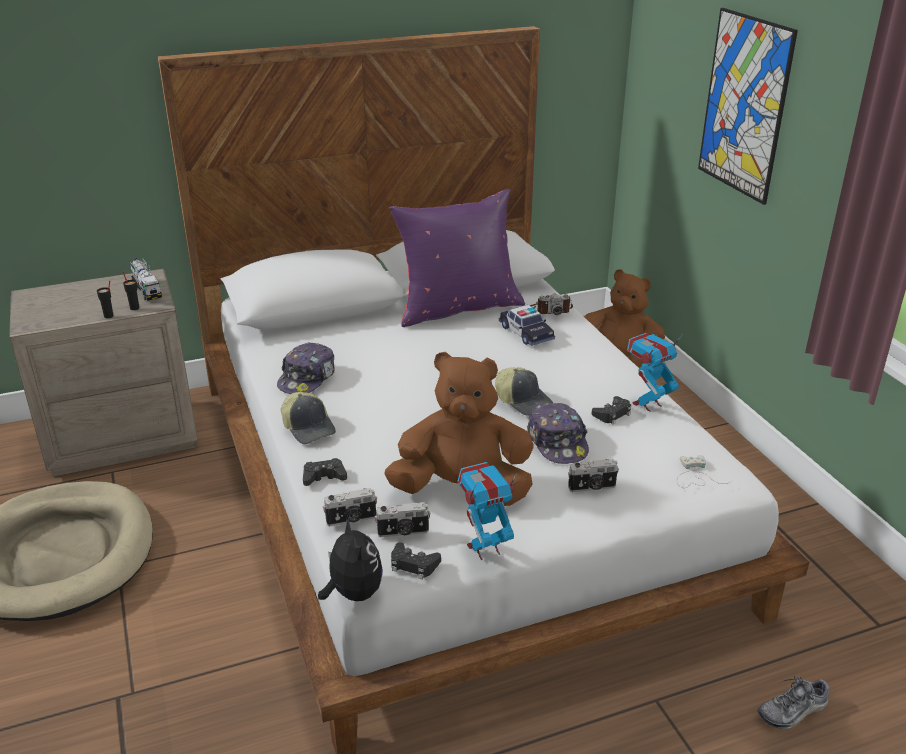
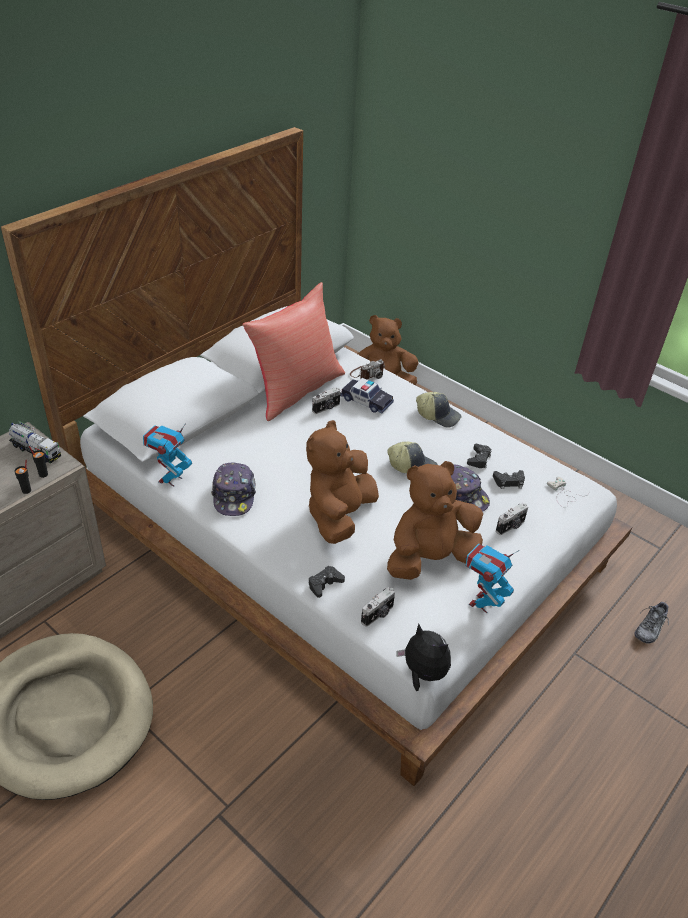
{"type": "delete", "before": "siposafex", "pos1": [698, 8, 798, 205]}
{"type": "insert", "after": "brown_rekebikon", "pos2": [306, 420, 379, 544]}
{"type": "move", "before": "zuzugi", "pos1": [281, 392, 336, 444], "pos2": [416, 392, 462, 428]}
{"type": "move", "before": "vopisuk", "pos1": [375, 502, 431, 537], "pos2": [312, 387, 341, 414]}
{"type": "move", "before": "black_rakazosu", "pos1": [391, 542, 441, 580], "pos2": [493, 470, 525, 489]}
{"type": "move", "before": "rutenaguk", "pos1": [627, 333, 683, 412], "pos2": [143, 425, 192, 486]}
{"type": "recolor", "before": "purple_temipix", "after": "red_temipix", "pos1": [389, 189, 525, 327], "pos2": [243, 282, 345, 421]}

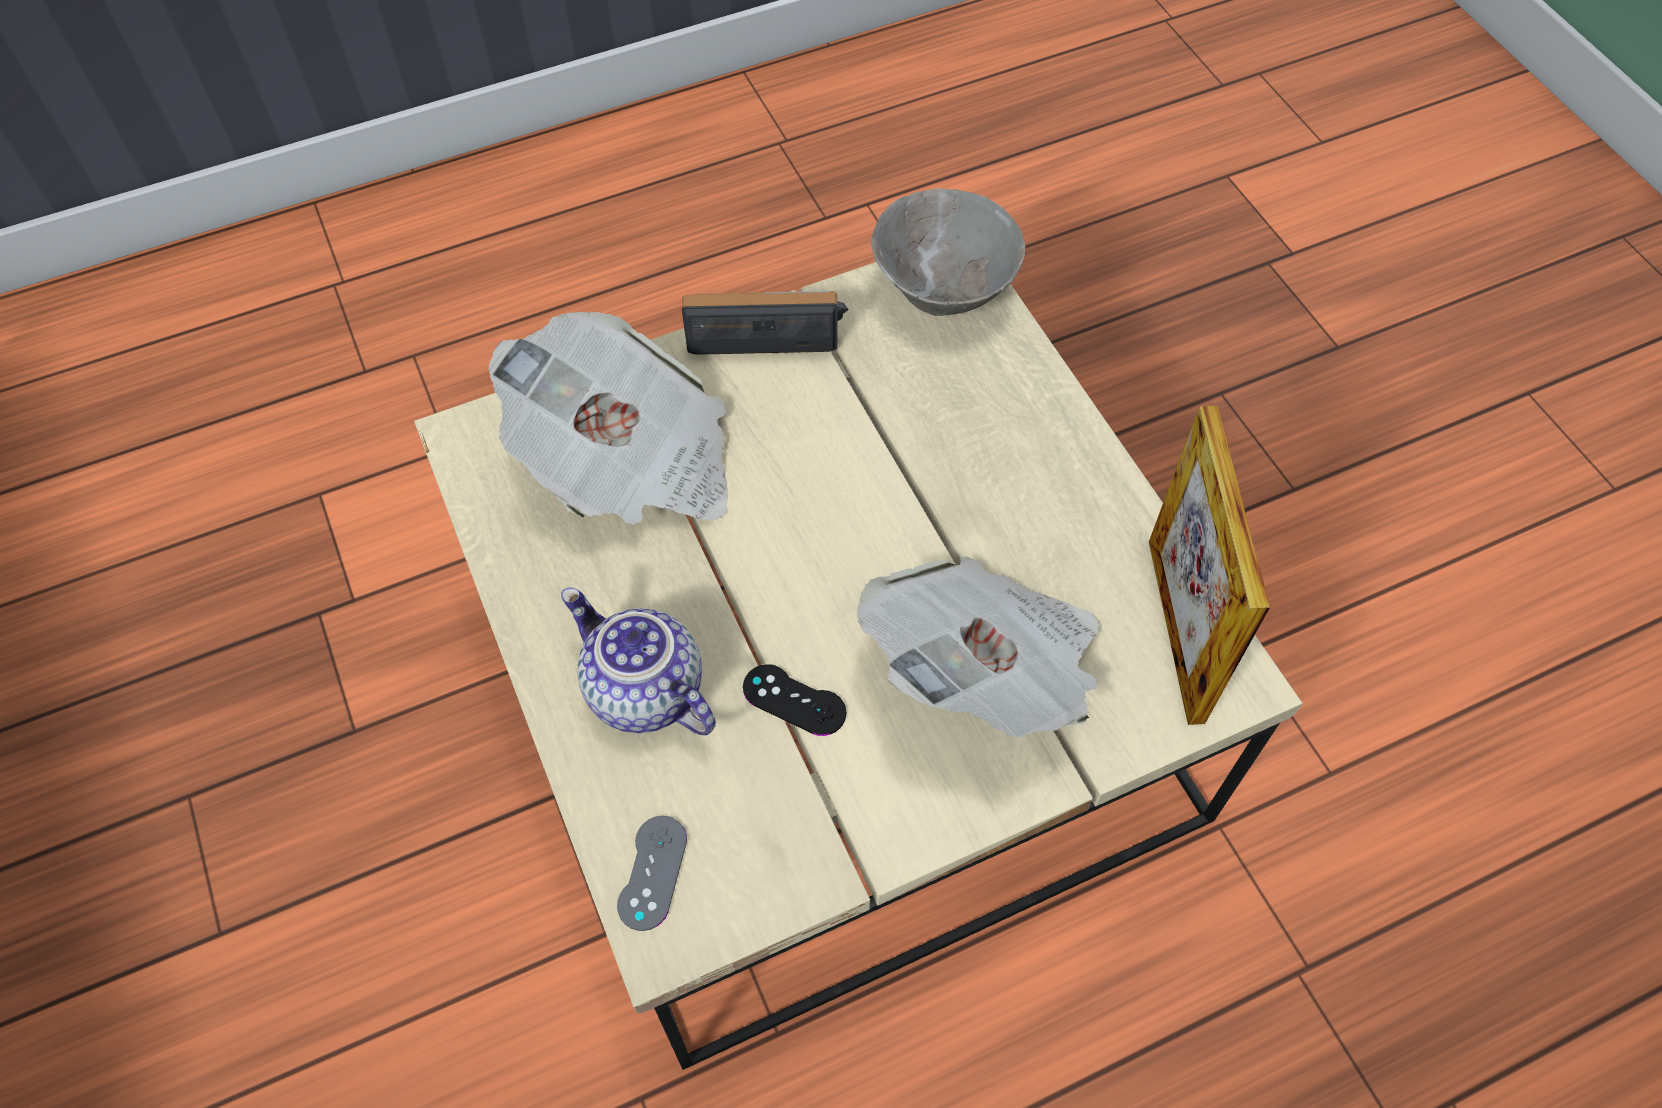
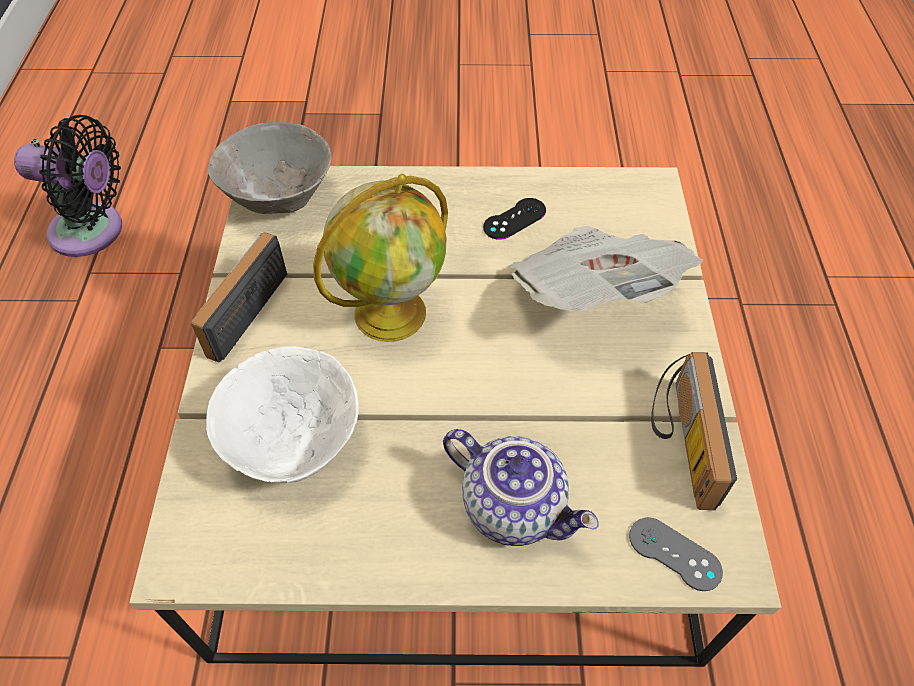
{"type": "delete", "before": "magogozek", "pos1": [1149, 405, 1270, 725]}
{"type": "insert", "after": "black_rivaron", "pos2": [14, 115, 122, 257]}
{"type": "insert", "after": "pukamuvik", "pos2": [313, 174, 448, 342]}
{"type": "insert", "after": "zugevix", "pos2": [651, 352, 737, 510]}
{"type": "move", "before": "black_rakazosu", "pos1": [743, 664, 846, 736], "pos2": [483, 198, 546, 240]}
{"type": "replace", "before": "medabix", "after": "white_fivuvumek", "pos1": [489, 312, 728, 525], "pos2": [206, 346, 359, 483]}
{"type": "rotate", "before": "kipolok", "pos1": [561, 588, 716, 735], "pos2": [443, 429, 599, 546], "turn": -120}

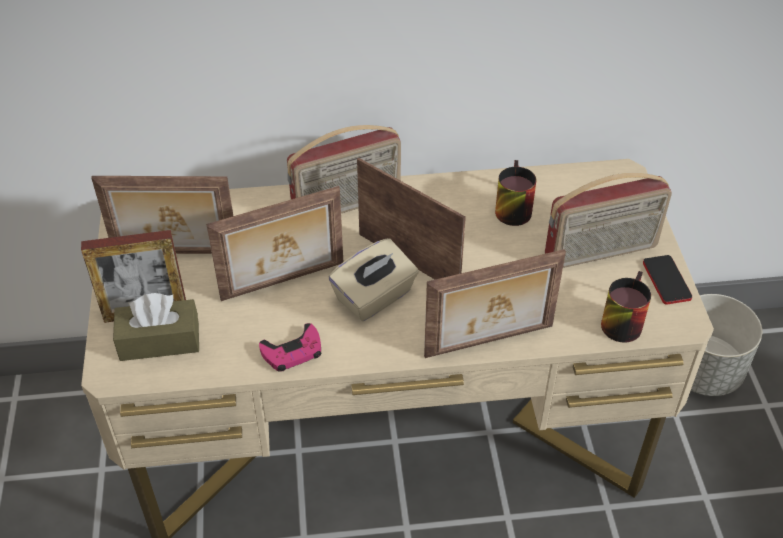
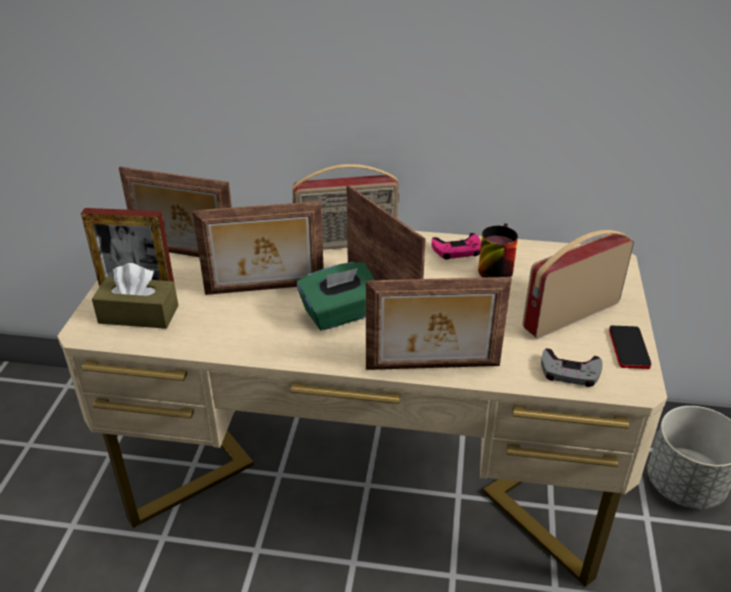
{"type": "move", "before": "pink_rakazosu", "pos1": [259, 323, 321, 372], "pos2": [432, 233, 481, 260]}
{"type": "replace", "before": "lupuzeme", "after": "grey_rakazosu", "pos1": [601, 271, 651, 343], "pos2": [541, 348, 603, 387]}
{"type": "recolor", "before": "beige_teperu", "after": "green_teperu", "pos1": [329, 238, 419, 321], "pos2": [297, 262, 375, 330]}
{"type": "rotate", "before": "zugevix", "pos1": [545, 173, 672, 268], "pos2": [522, 230, 634, 339], "turn": 150}

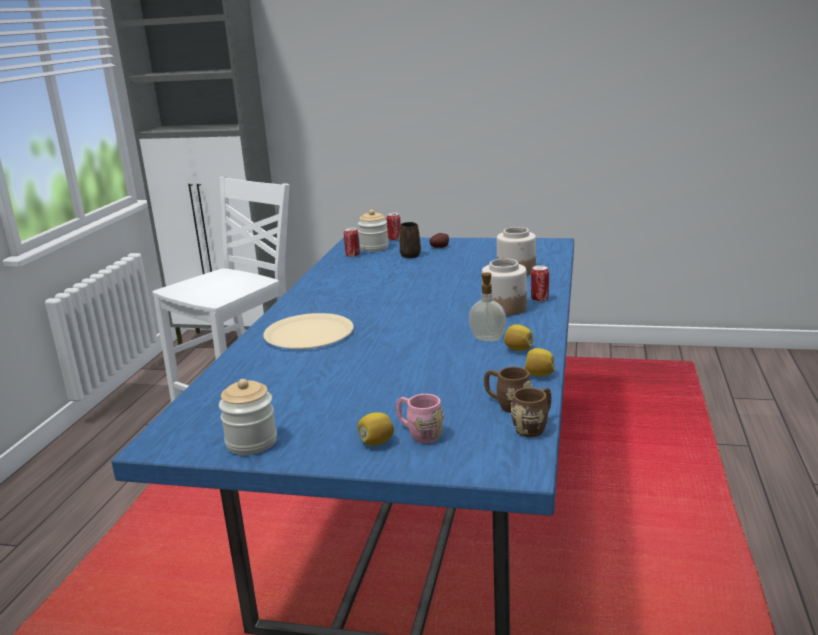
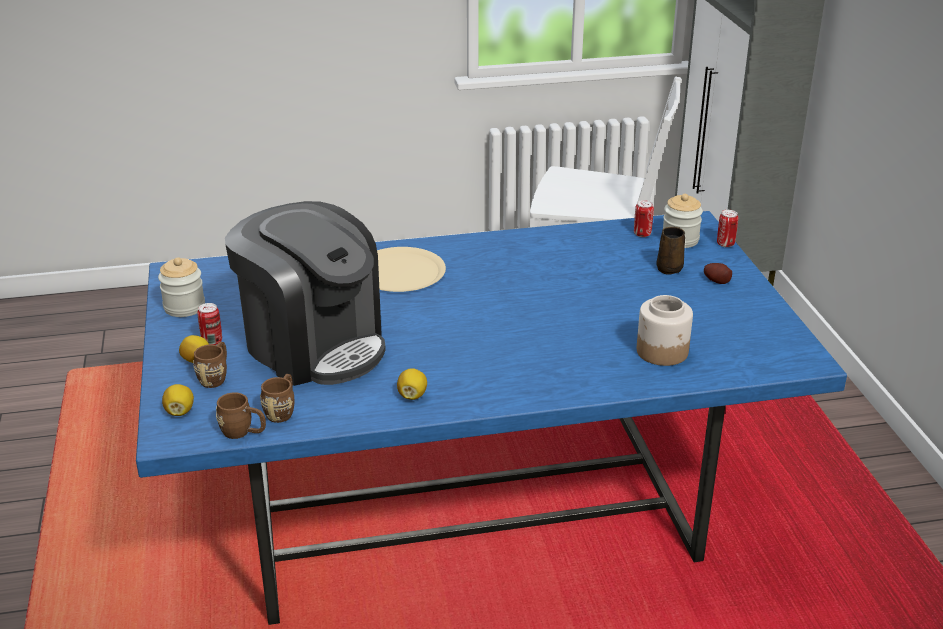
{"type": "delete", "before": "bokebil", "pos1": [469, 272, 506, 341]}
{"type": "delete", "before": "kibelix", "pos1": [482, 259, 527, 316]}
{"type": "insert", "after": "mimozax", "pos2": [225, 201, 386, 386]}
{"type": "move", "before": "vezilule", "pos1": [525, 348, 555, 376], "pos2": [162, 384, 194, 416]}
{"type": "move", "before": "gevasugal", "pos1": [531, 265, 549, 302], "pos2": [197, 303, 222, 345]}
{"type": "recolor", "before": "pink_lupuzeme", "after": "brown_lupuzeme", "pos1": [396, 394, 444, 443], "pos2": [193, 342, 227, 388]}

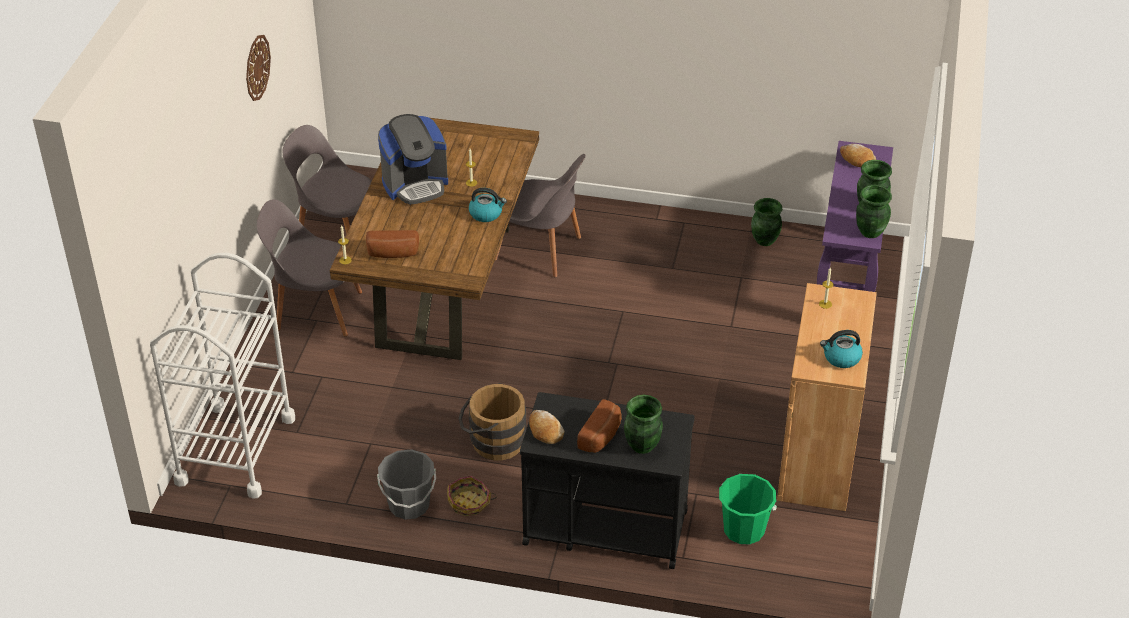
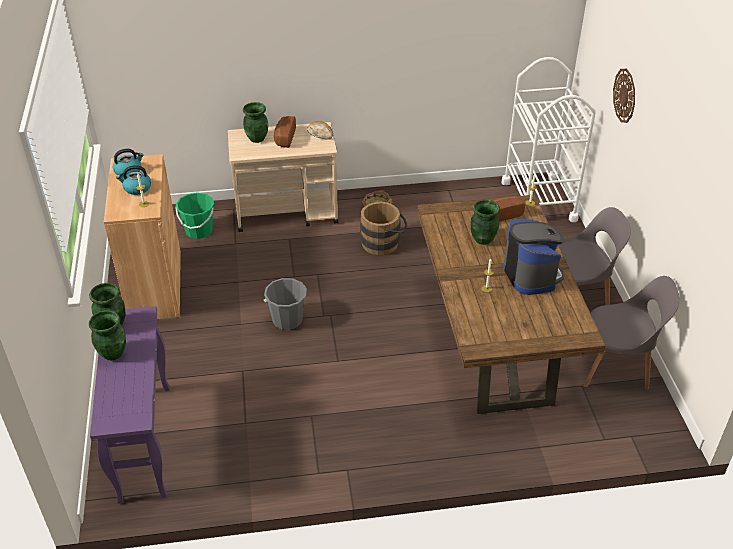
{"type": "delete", "before": "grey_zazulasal", "pos1": [495, 154, 586, 277]}
{"type": "delete", "before": "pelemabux", "pos1": [840, 144, 876, 167]}
{"type": "move", "before": "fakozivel", "pos1": [246, 35, 271, 101], "pos2": [613, 69, 635, 123]}
{"type": "move", "before": "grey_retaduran", "pos1": [377, 449, 436, 520], "pos2": [264, 278, 307, 330]}
{"type": "move", "before": "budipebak", "pos1": [469, 188, 507, 222], "pos2": [116, 165, 151, 195]}
{"type": "move", "before": "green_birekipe", "pos1": [751, 198, 782, 246], "pos2": [471, 200, 500, 245]}
{"type": "recolor", "before": "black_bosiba", "after": "beige_bosiba", "pos1": [520, 392, 695, 569], "pos2": [228, 122, 339, 232]}
{"type": "rotate", "before": "mimozax", "pos1": [378, 114, 448, 205], "pos2": [503, 219, 564, 295], "turn": 120}

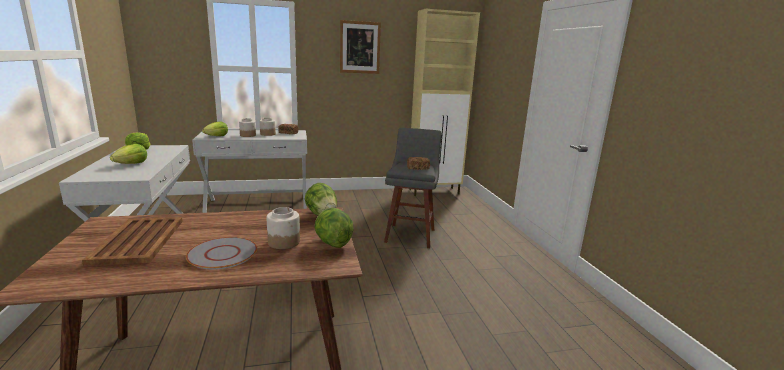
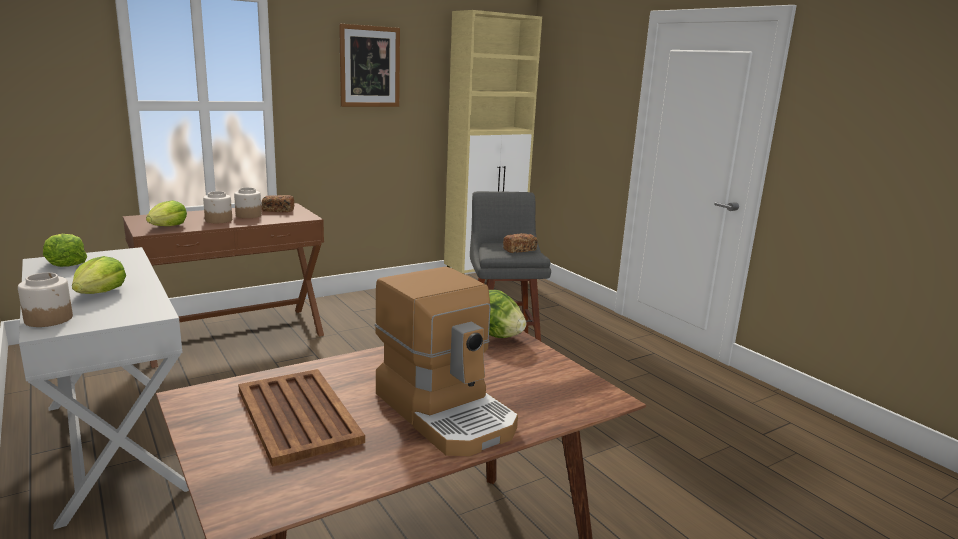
{"type": "delete", "before": "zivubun", "pos1": [314, 208, 354, 248]}
{"type": "move", "before": "kibelix", "pos1": [267, 207, 300, 249], "pos2": [18, 273, 73, 327]}
{"type": "replace", "before": "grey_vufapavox", "after": "mimozax", "pos1": [186, 237, 257, 270], "pos2": [375, 266, 518, 456]}
{"type": "recolor", "before": "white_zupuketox", "after": "brown_zupuketox", "pos1": [192, 130, 307, 213], "pos2": [123, 203, 324, 368]}

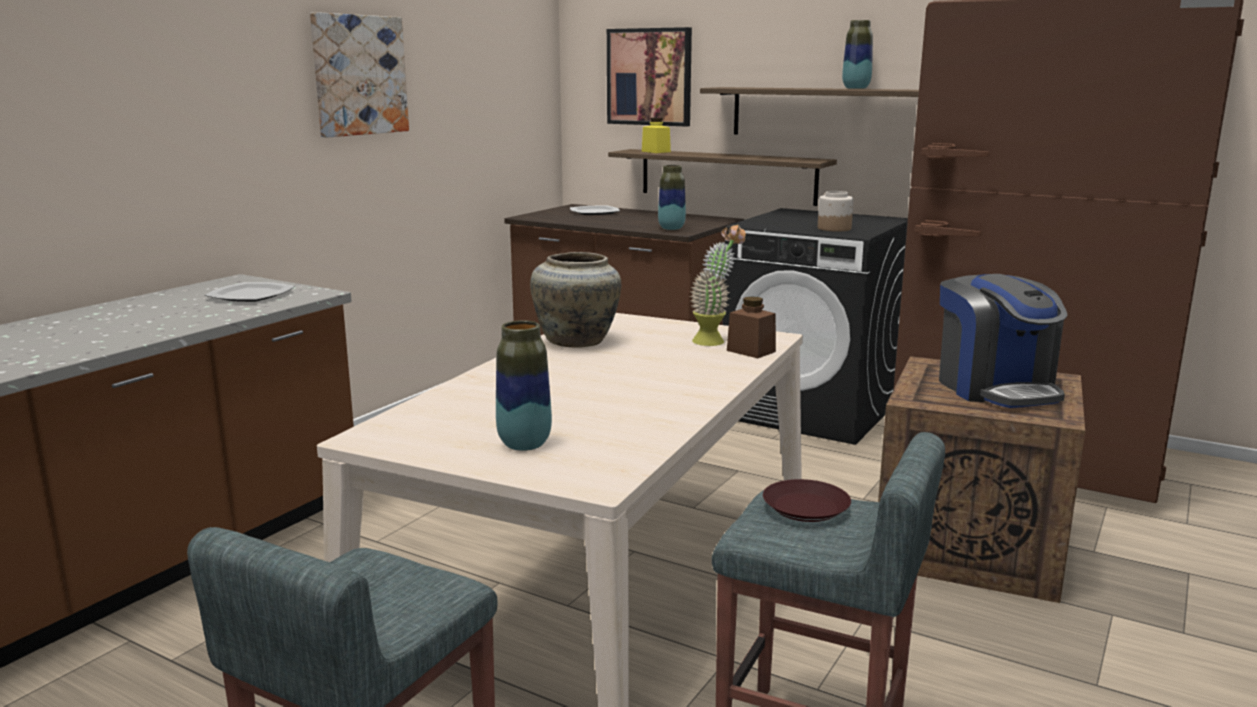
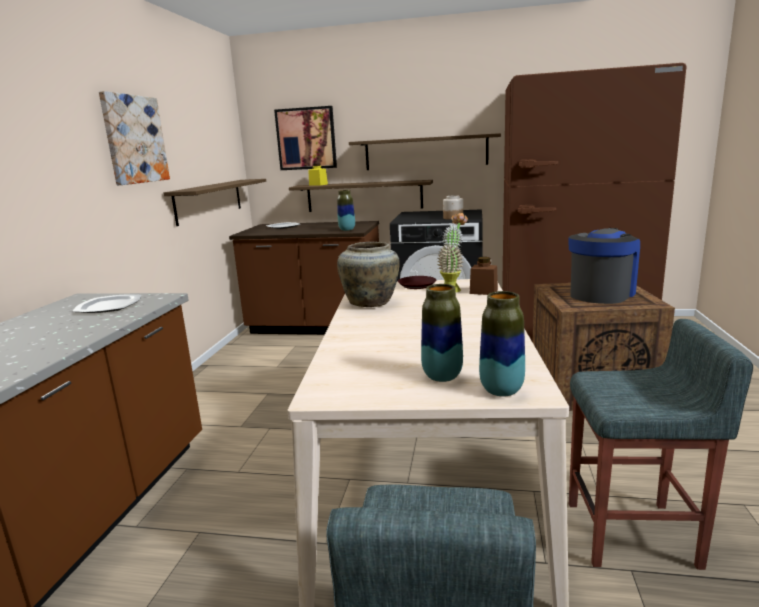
{"type": "insert", "after": "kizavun", "pos2": [164, 179, 266, 226]}
{"type": "move", "before": "brown_vufapavox", "pos1": [763, 479, 851, 522], "pos2": [398, 276, 436, 289]}
{"type": "move", "before": "birekipe", "pos1": [842, 20, 873, 89], "pos2": [479, 291, 525, 396]}
{"type": "rotate", "before": "mimozax", "pos1": [939, 274, 1068, 408], "pos2": [568, 228, 640, 304], "turn": -105}

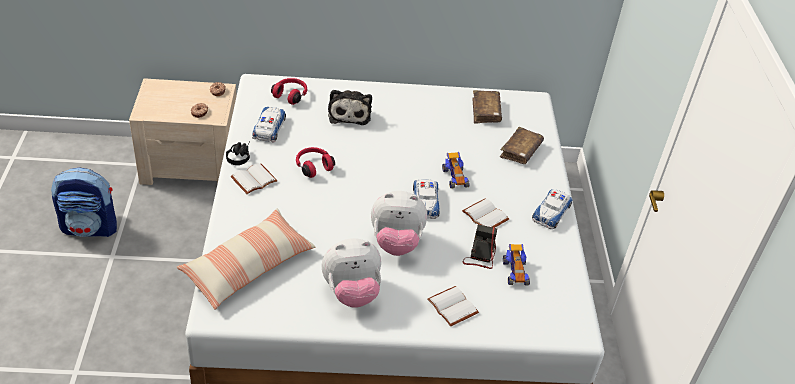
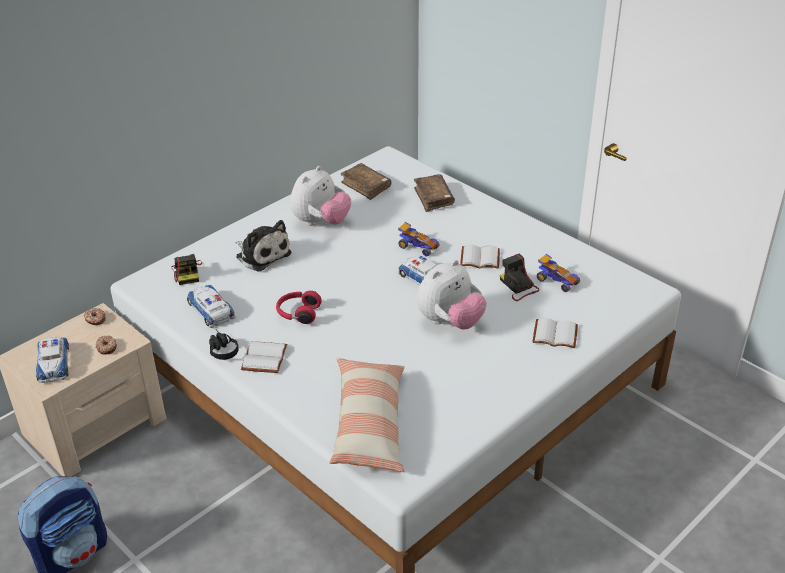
{"type": "move", "before": "rekebikon", "pos1": [322, 238, 381, 308], "pos2": [290, 166, 351, 226]}
{"type": "move", "before": "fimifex", "pos1": [532, 189, 573, 229], "pos2": [36, 337, 69, 383]}
{"type": "replace", "before": "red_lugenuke", "after": "vopisuk", "pos1": [271, 78, 308, 105], "pos2": [172, 254, 202, 285]}

